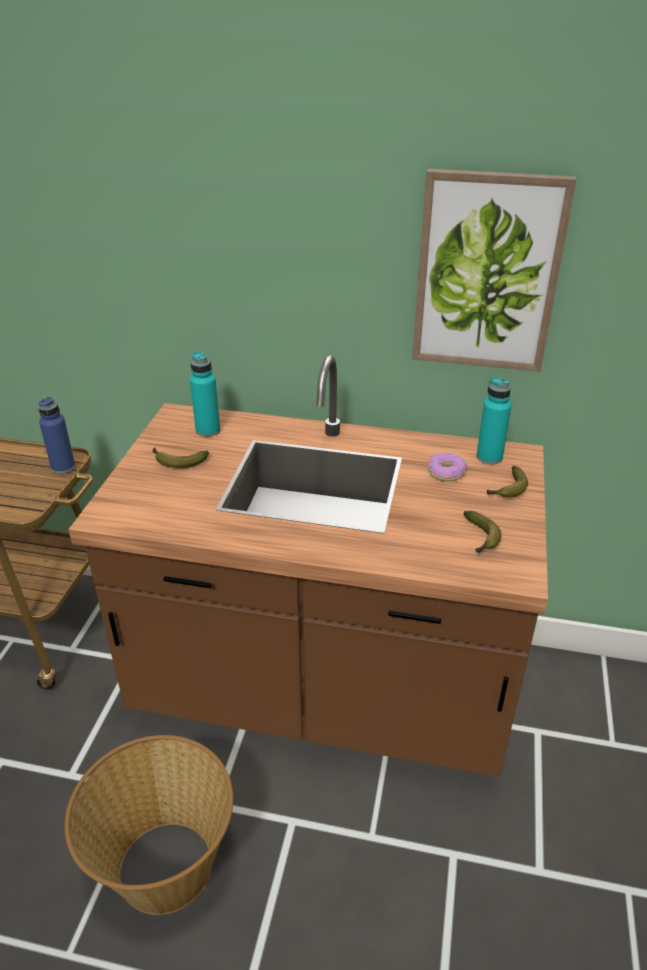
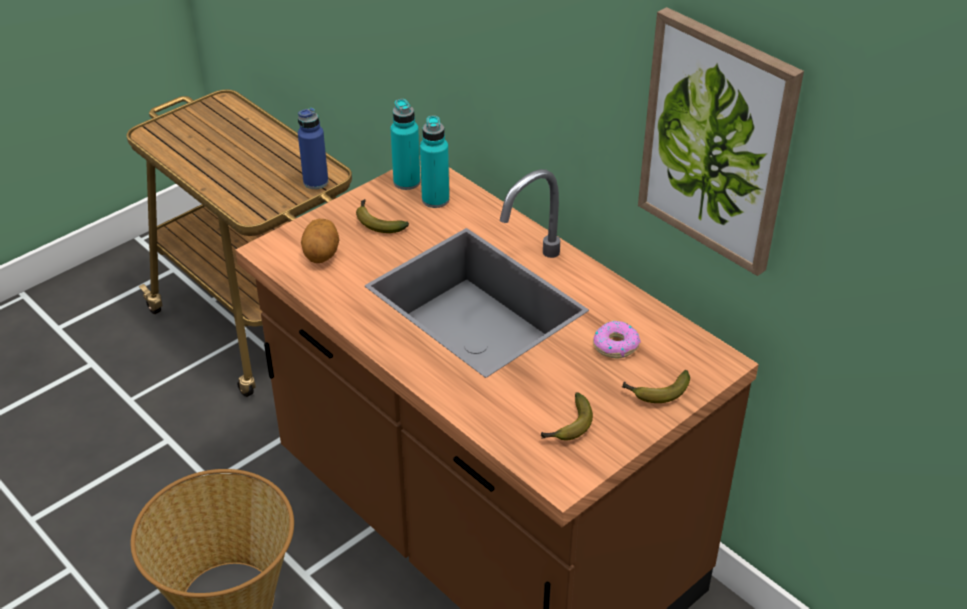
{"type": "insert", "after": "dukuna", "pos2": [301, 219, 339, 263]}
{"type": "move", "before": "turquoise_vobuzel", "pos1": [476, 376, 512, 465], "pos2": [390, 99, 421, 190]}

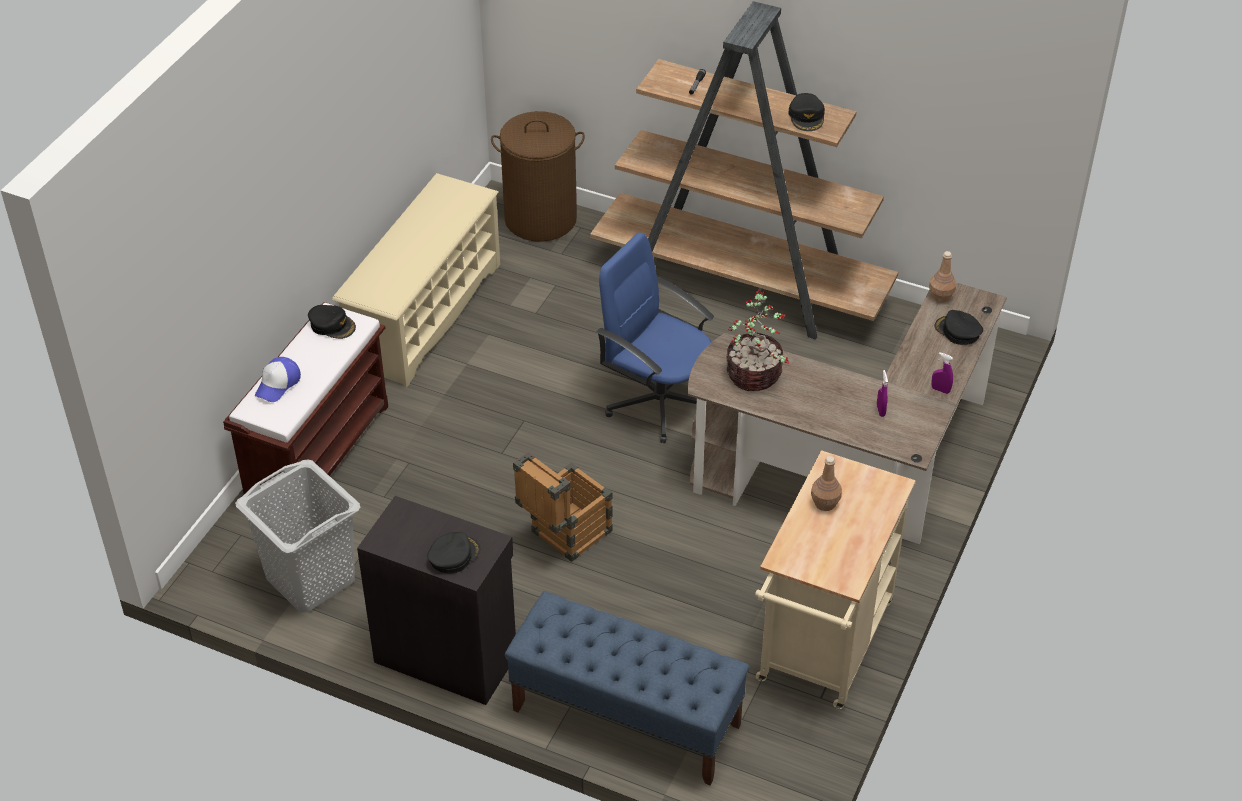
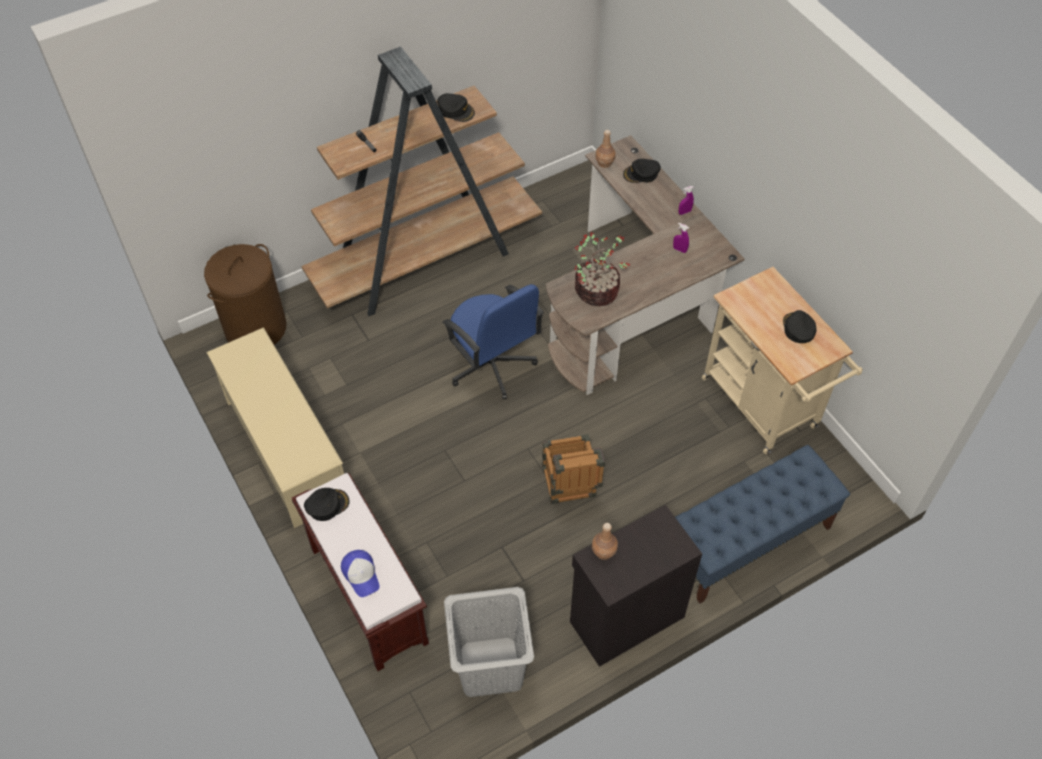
{"type": "move", "before": "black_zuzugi", "pos1": [427, 532, 481, 574], "pos2": [783, 310, 816, 343]}
{"type": "move", "before": "brown_vobuzel", "pos1": [811, 456, 842, 511], "pos2": [592, 523, 618, 560]}
{"type": "rotate", "before": "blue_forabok", "pos1": [597, 232, 714, 443], "pos2": [442, 284, 544, 399], "turn": -105}

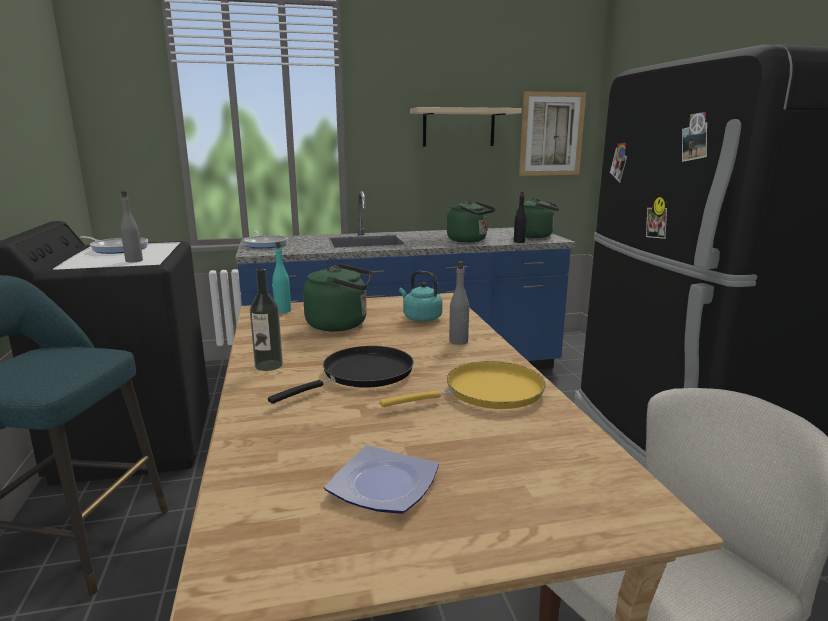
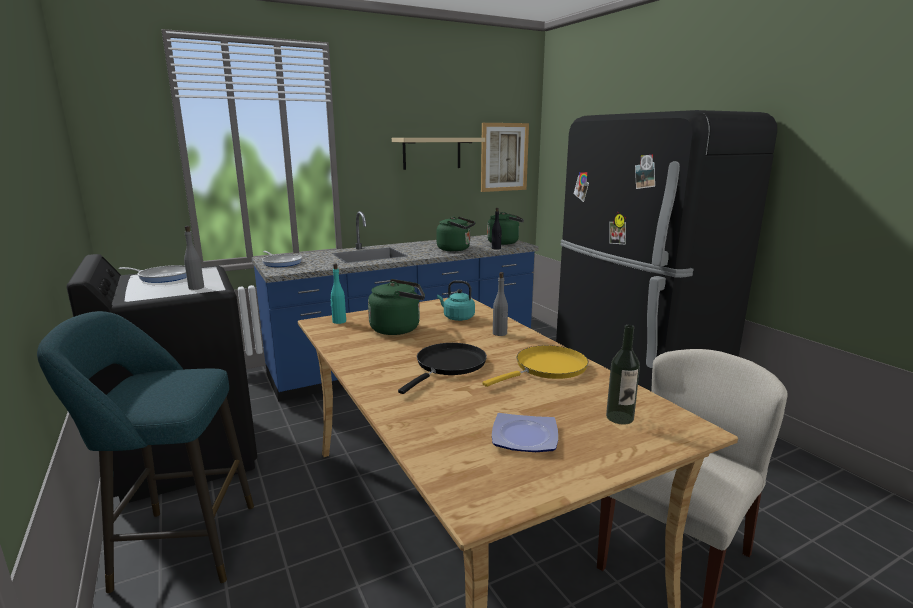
{"type": "move", "before": "vobuzel", "pos1": [250, 268, 283, 371], "pos2": [606, 325, 640, 425]}

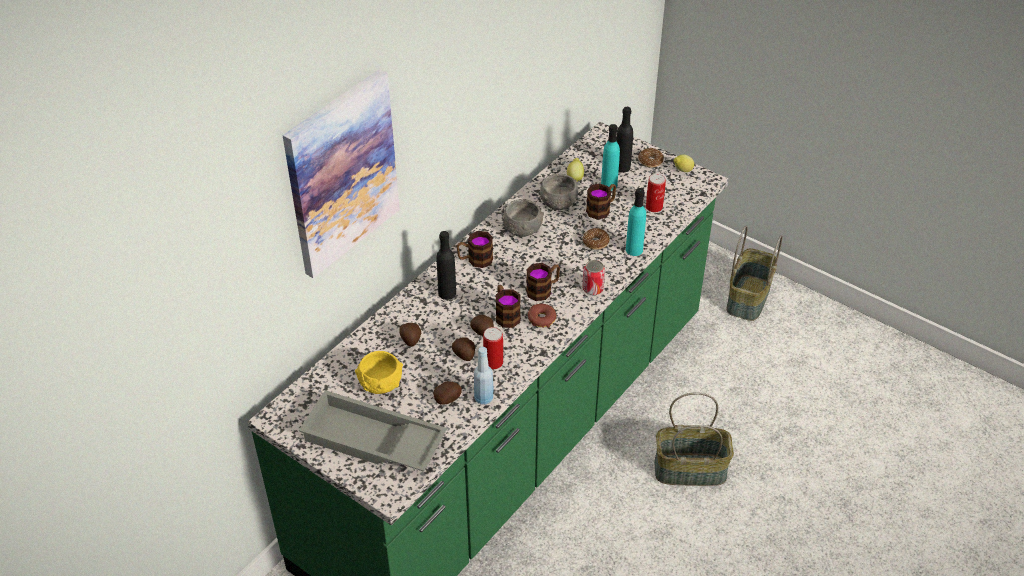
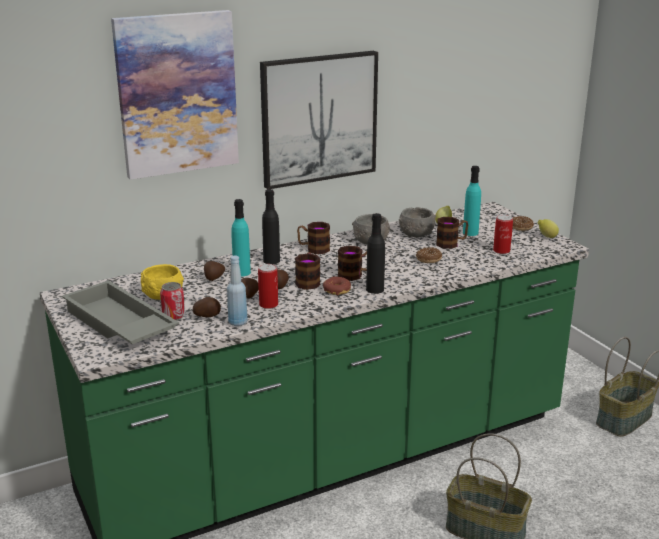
{"type": "insert", "after": "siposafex", "pos2": [260, 51, 378, 189]}
{"type": "move", "before": "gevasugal", "pos1": [582, 260, 605, 295], "pos2": [160, 282, 185, 321]}
{"type": "move", "before": "black_vobuzel", "pos1": [617, 107, 633, 173], "pos2": [366, 213, 385, 294]}
{"type": "move", "before": "turquoise_vobuzel", "pos1": [626, 188, 646, 256], "pos2": [231, 199, 251, 277]}

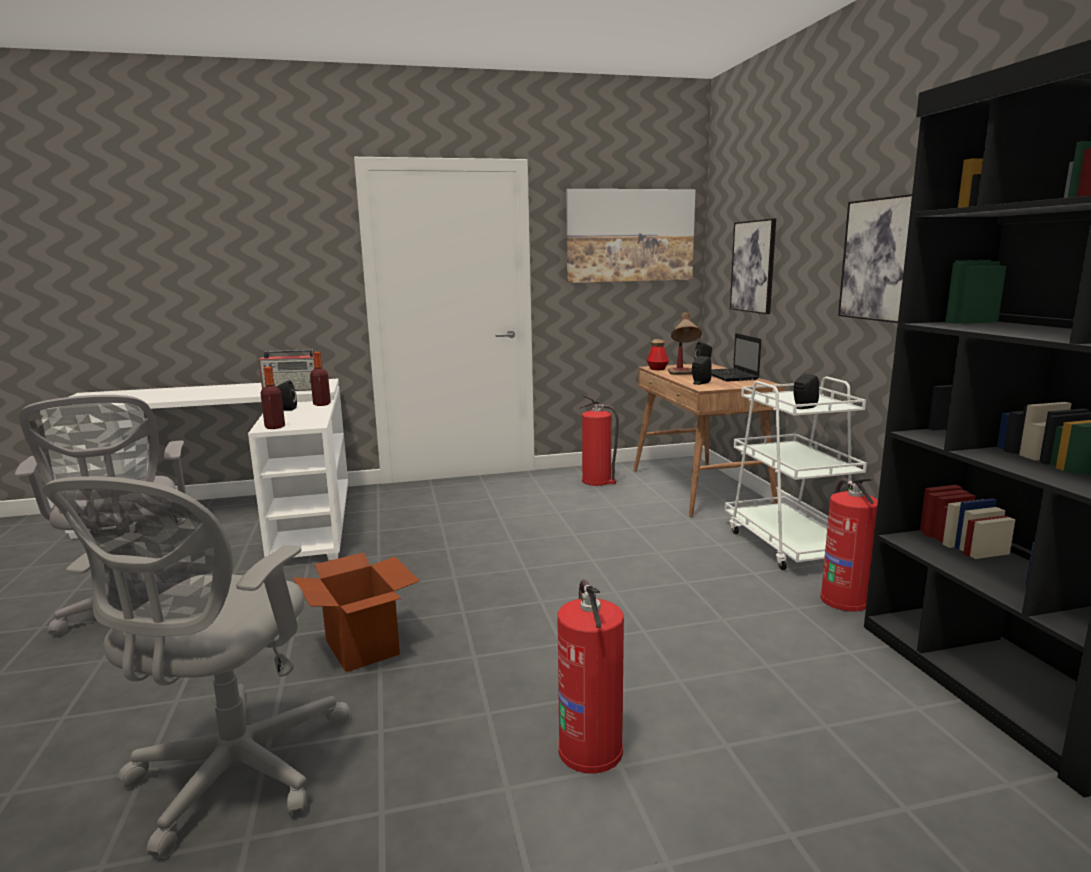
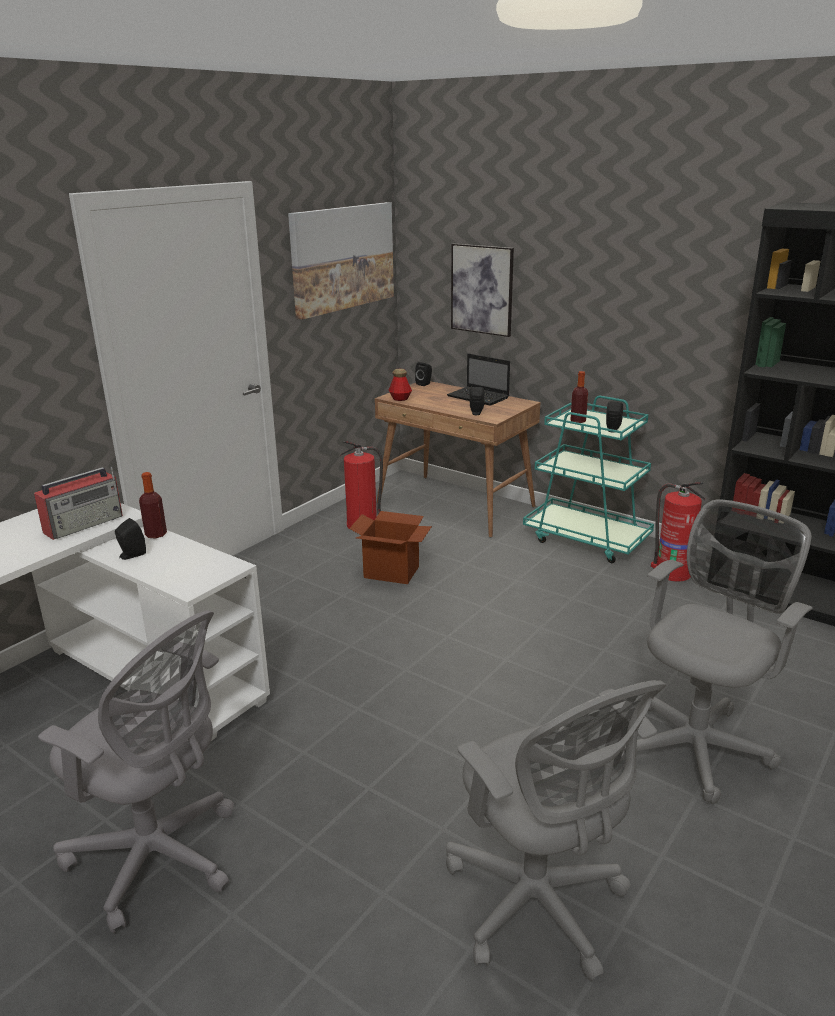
{"type": "delete", "before": "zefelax", "pos1": [668, 312, 702, 375]}
{"type": "delete", "before": "siposafex", "pos1": [838, 194, 912, 323]}
{"type": "move", "before": "vobuzel", "pos1": [260, 367, 285, 429], "pos2": [570, 371, 588, 423]}
{"type": "move", "before": "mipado", "pos1": [293, 552, 420, 672], "pos2": [349, 511, 432, 584]}
{"type": "replace", "before": "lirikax", "after": "grey_forabok", "pos1": [558, 579, 624, 773], "pos2": [622, 500, 813, 804]}
{"type": "recolor", "before": "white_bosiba", "after": "turquoise_bosiba", "pos1": [725, 376, 867, 570], "pos2": [523, 396, 654, 563]}

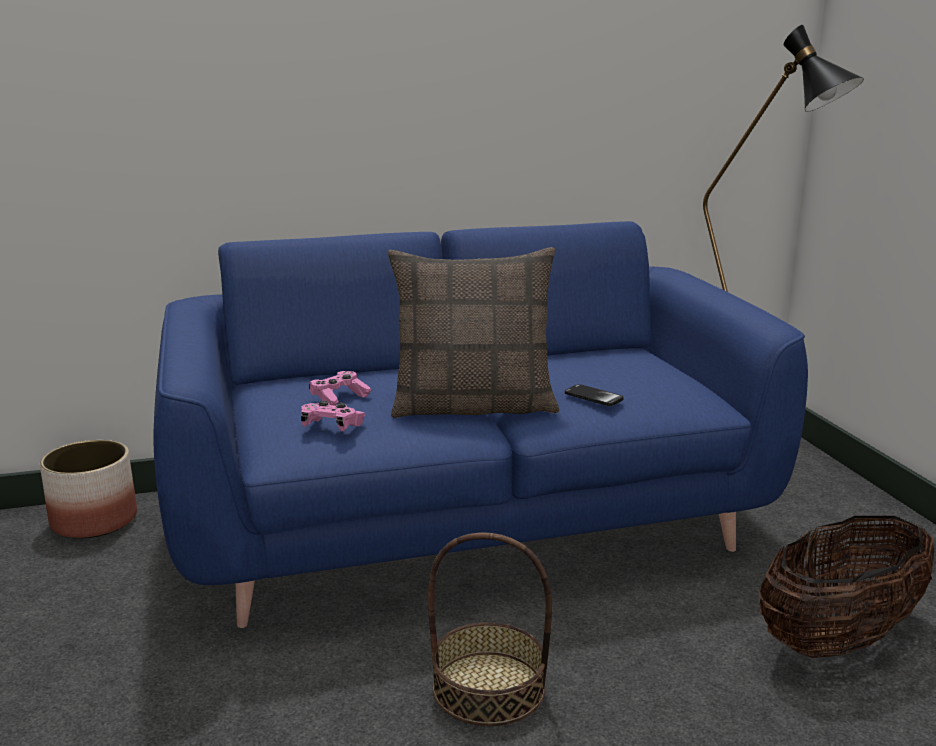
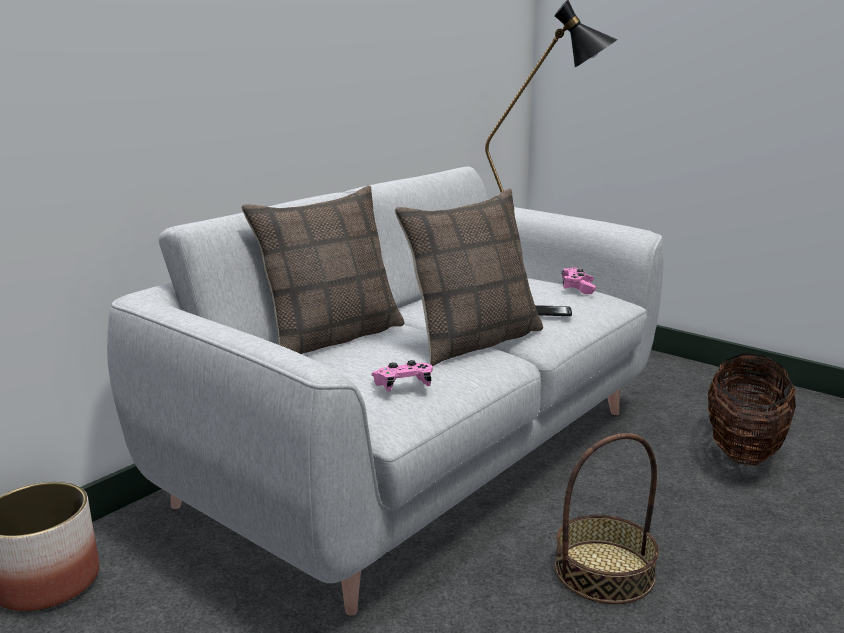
{"type": "insert", "after": "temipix", "pos2": [241, 185, 405, 354]}
{"type": "move", "before": "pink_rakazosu", "pos1": [309, 371, 371, 406], "pos2": [562, 267, 596, 294]}
{"type": "recolor", "before": "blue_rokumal", "after": "grey_rokumal", "pos1": [153, 221, 808, 628], "pos2": [107, 166, 664, 615]}

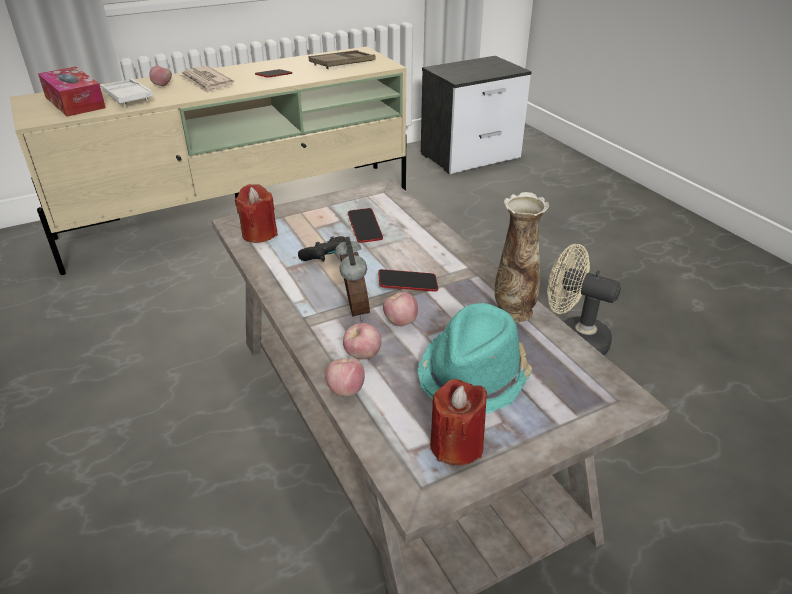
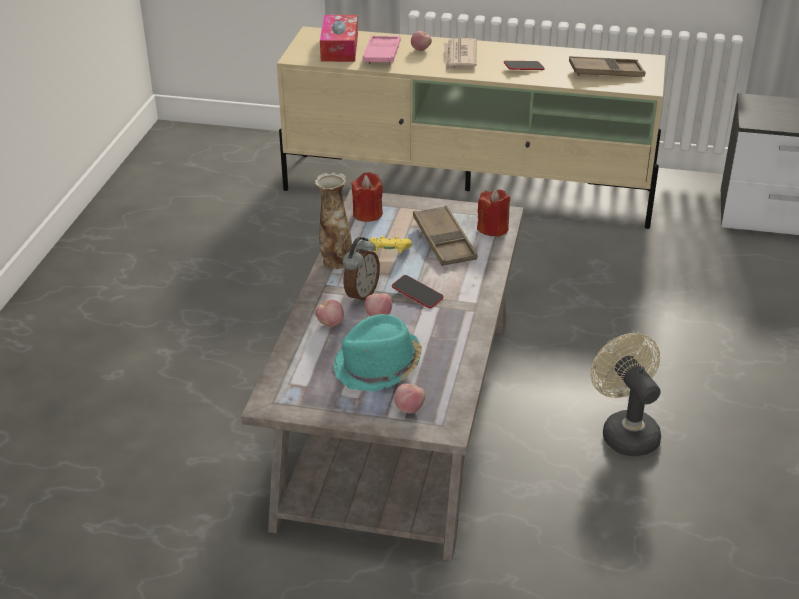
{"type": "move", "before": "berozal", "pos1": [325, 358, 365, 396], "pos2": [394, 383, 425, 413]}
{"type": "move", "before": "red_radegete", "pos1": [430, 379, 487, 465], "pos2": [477, 189, 510, 237]}
{"type": "move", "before": "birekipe", "pos1": [495, 192, 549, 322], "pos2": [315, 172, 352, 269]}
{"type": "replace", "before": "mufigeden", "after": "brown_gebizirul", "pos1": [348, 208, 383, 243], "pos2": [413, 205, 477, 266]}
{"type": "recolor", "before": "white_gebizirul", "after": "pink_gebizirul", "pos1": [101, 78, 153, 105], "pos2": [363, 35, 401, 65]}
{"type": "recolor", "before": "black_rakazosu", "after": "yellow_rakazosu", "pos1": [298, 236, 345, 262], "pos2": [369, 236, 412, 254]}

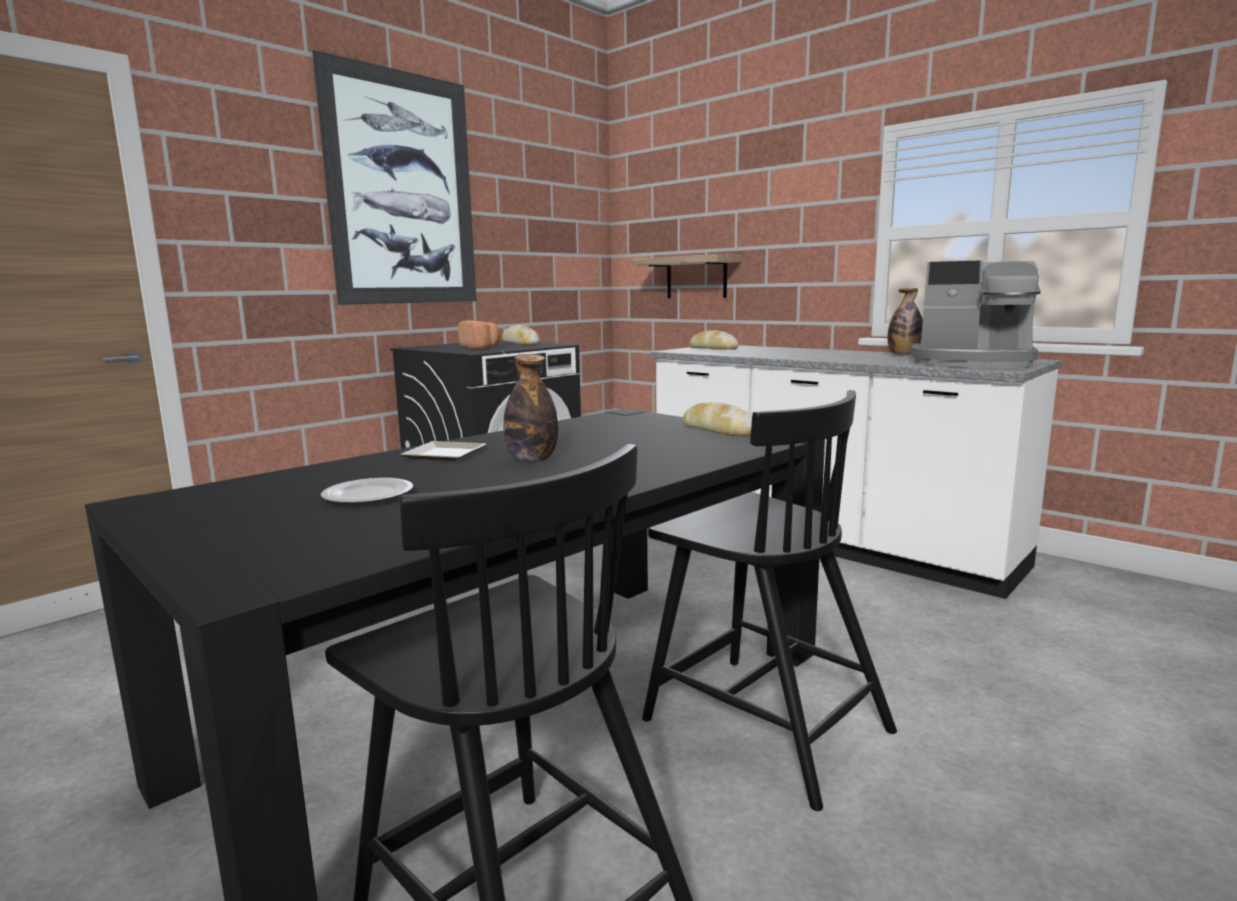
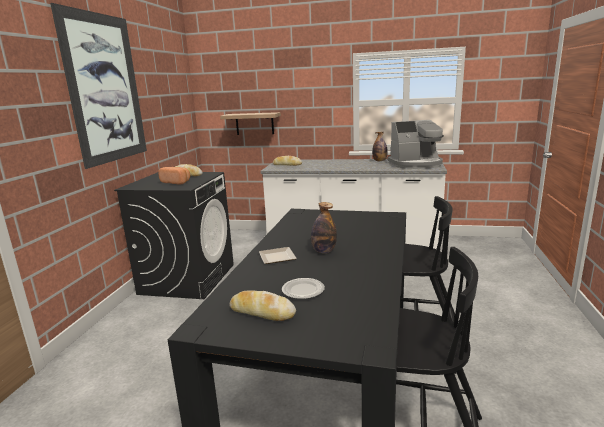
{"type": "move", "before": "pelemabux", "pos1": [682, 402, 752, 436], "pos2": [229, 291, 296, 321]}

